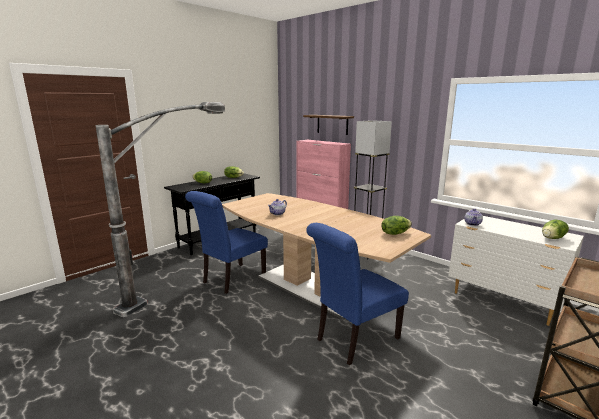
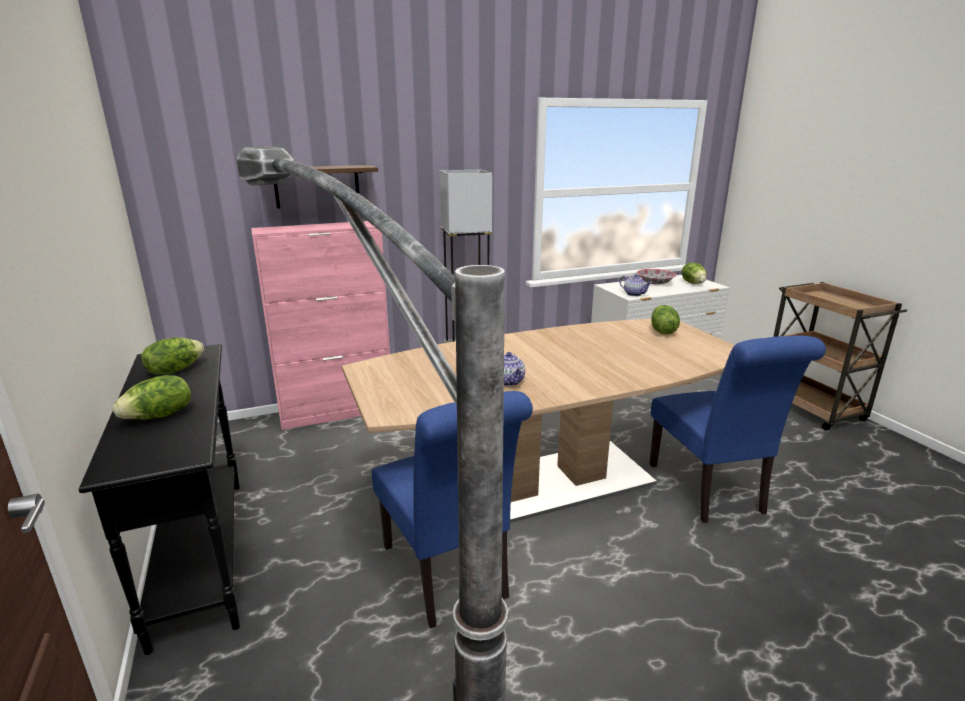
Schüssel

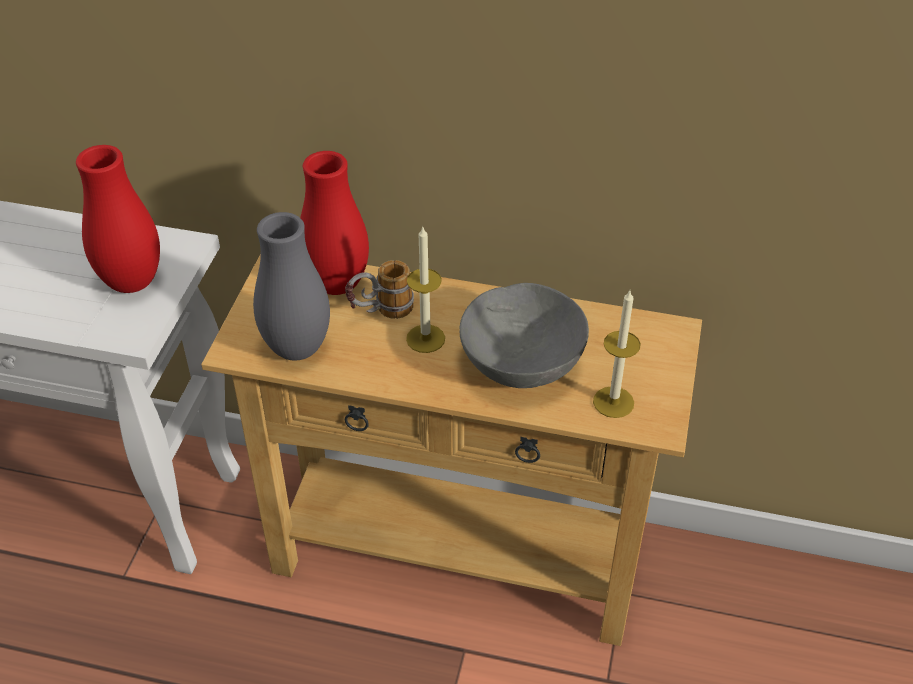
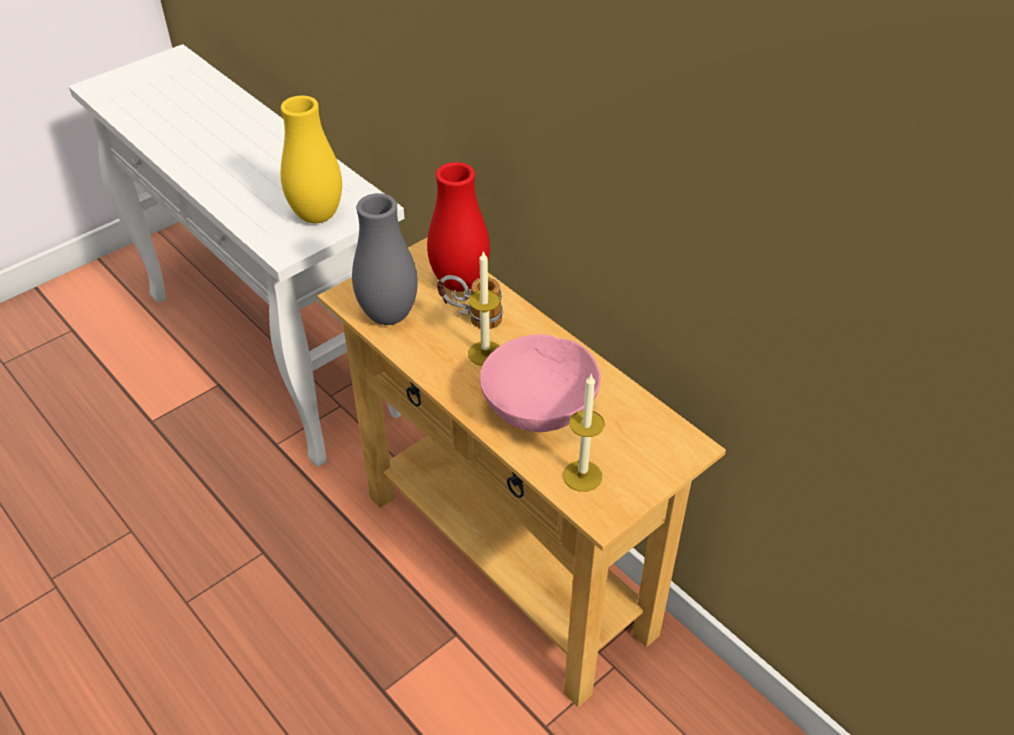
Vase [gelb]
Schüssel [rosa]

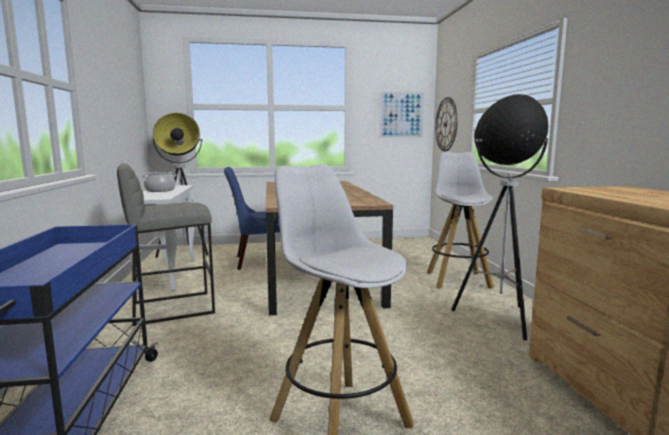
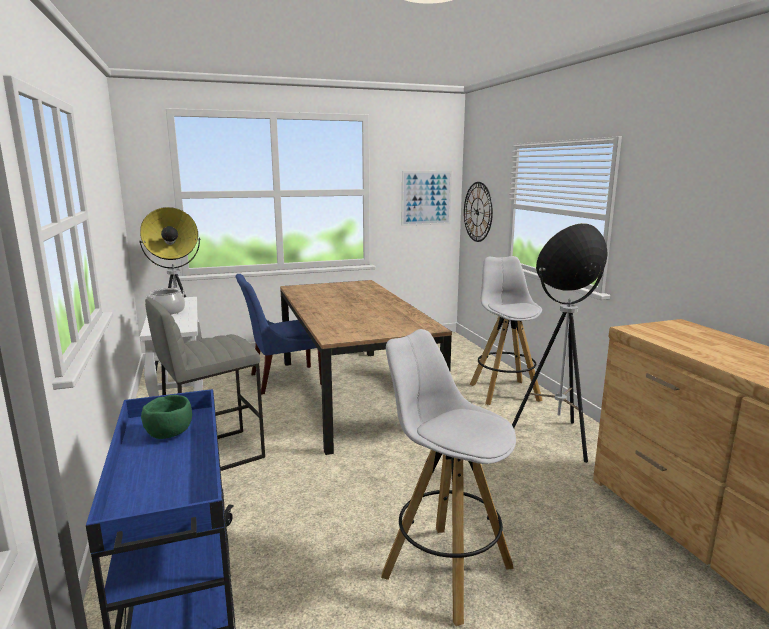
Schüssel [grün]

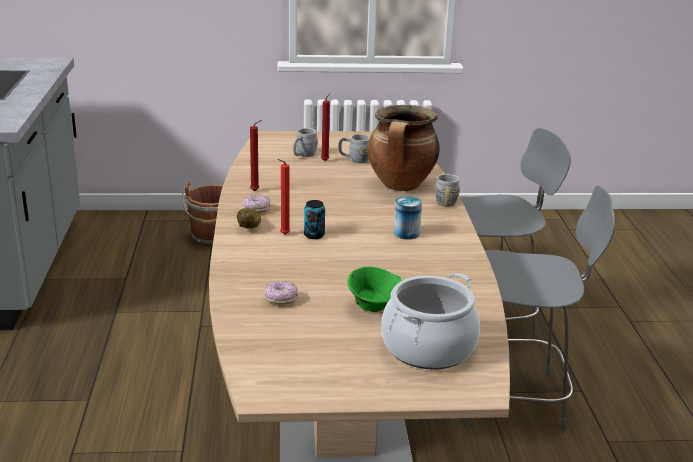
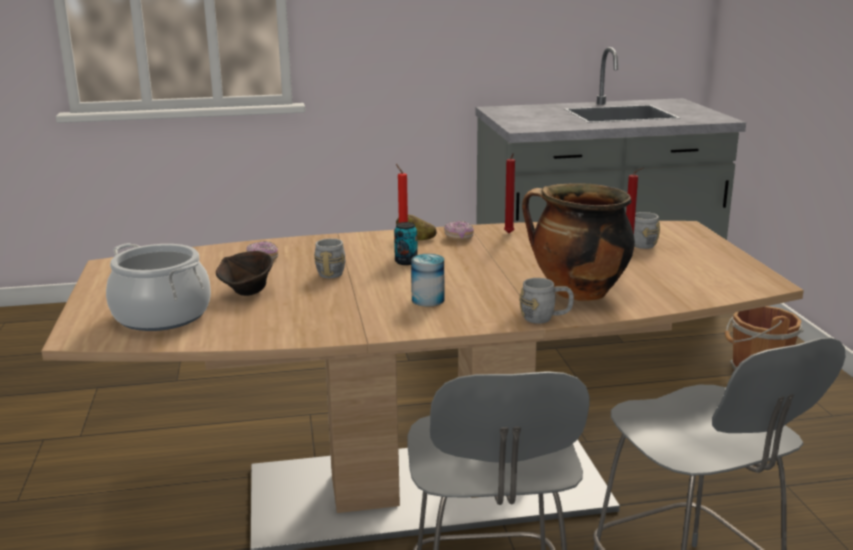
Schüssel [braun]
Henkelbecher [grau] (1st from left)

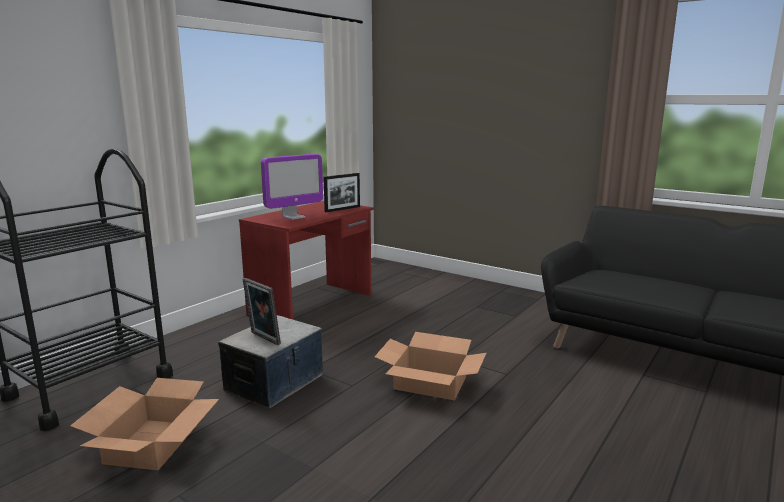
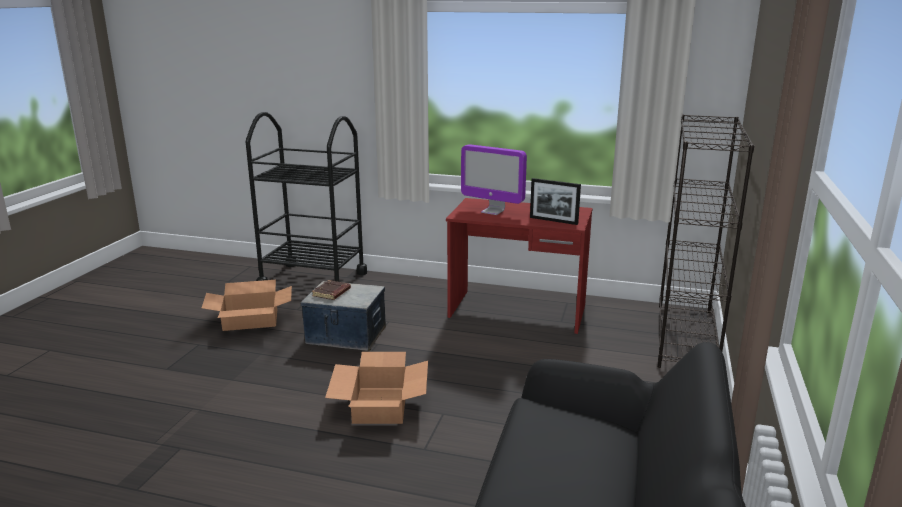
Buch [braun]
Bücherregal [schwarz]

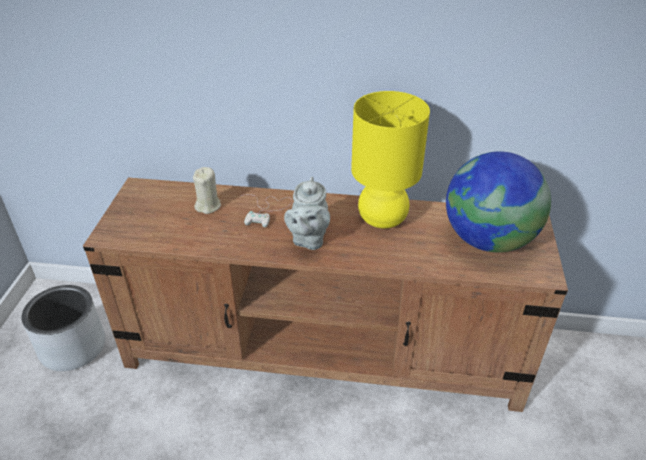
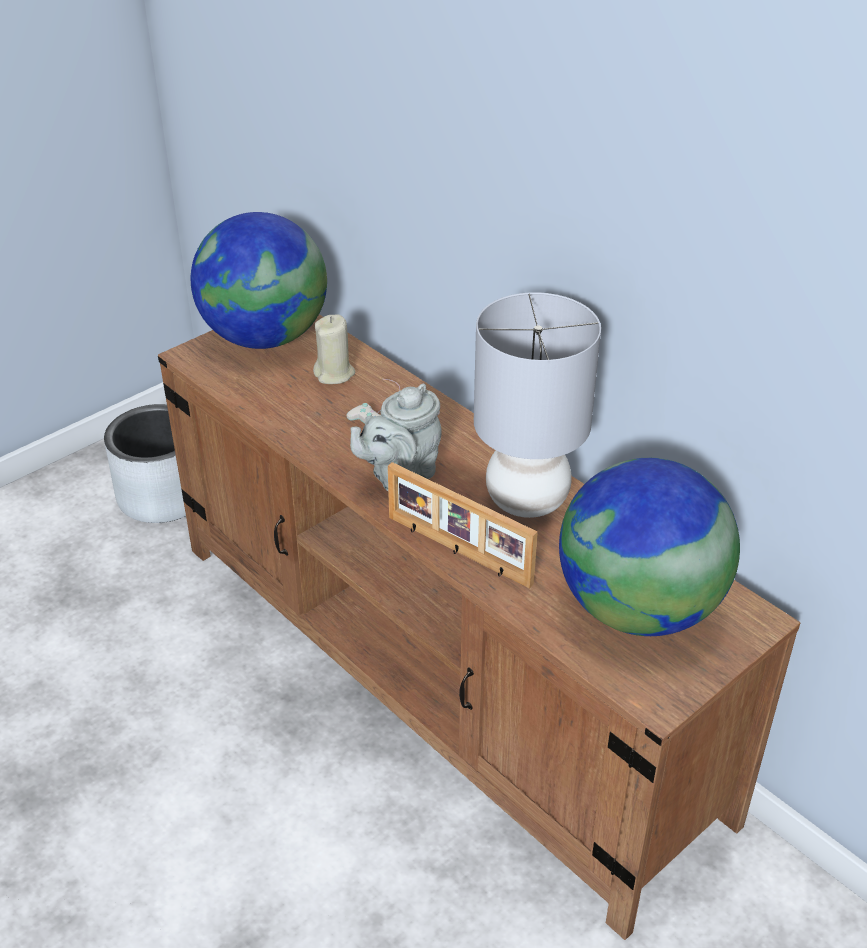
Globus (1st from left)
Bilderrahmen
Tischlampe [grau]

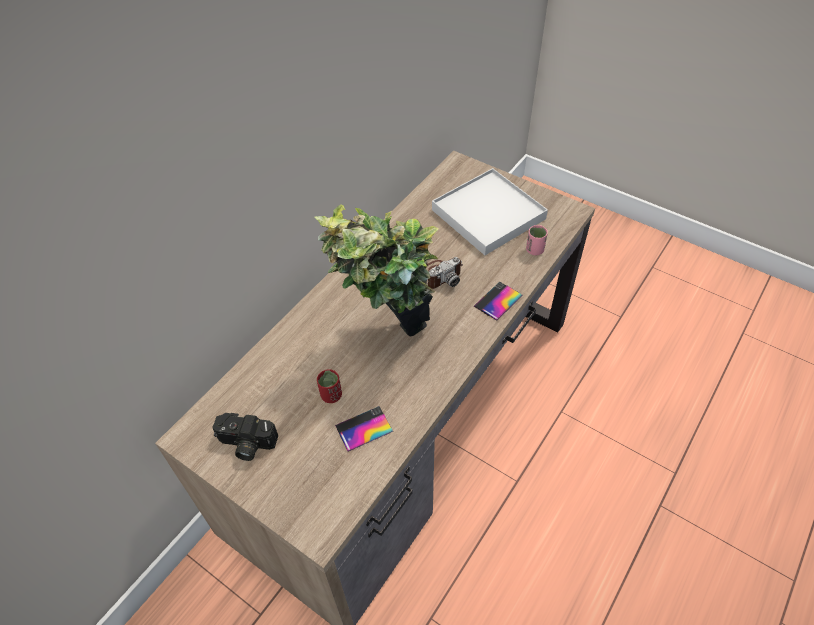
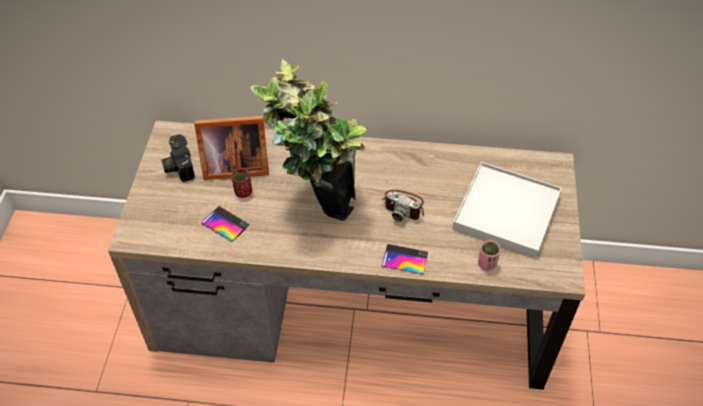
Bilderrahmen

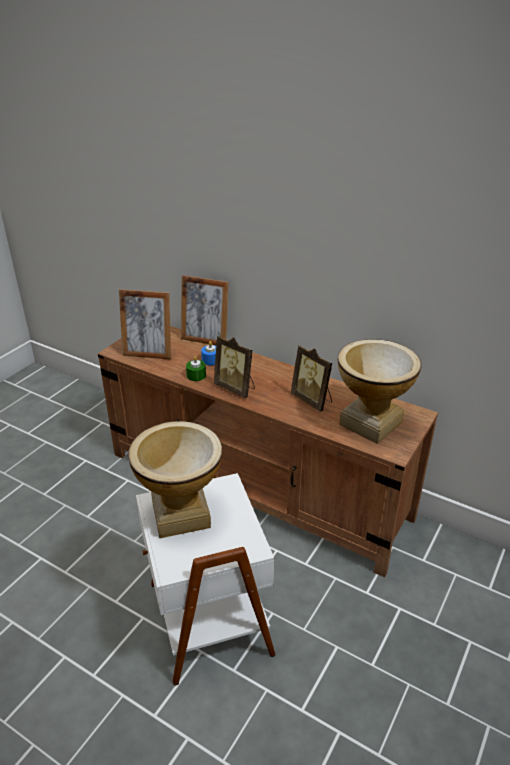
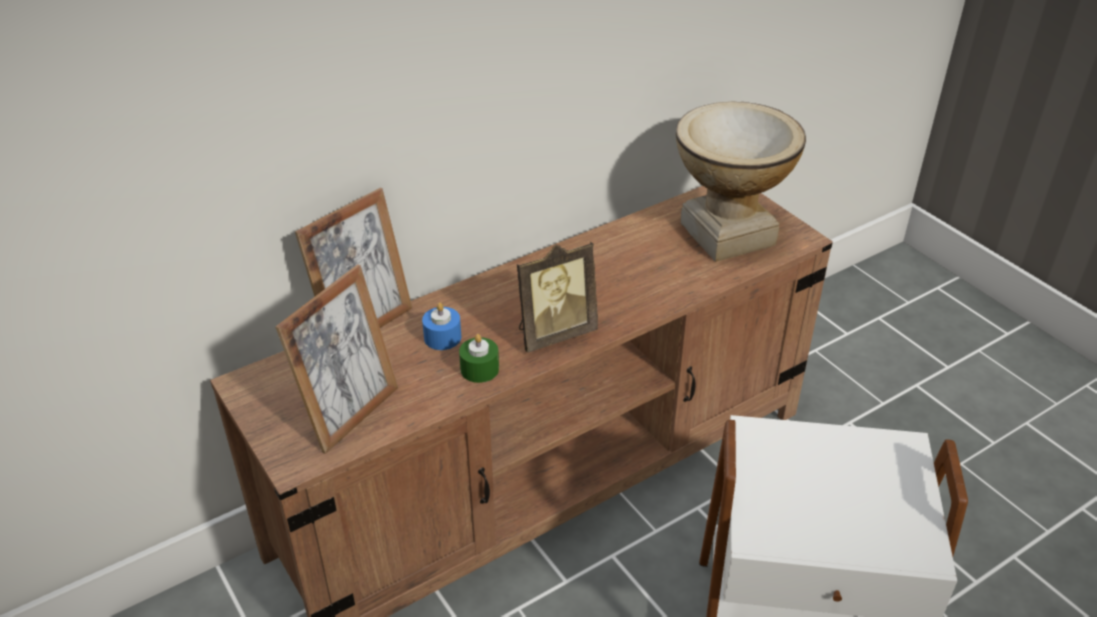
Vase (1st from left in the first image)
Bilderrahmen (4th from left in the first image)

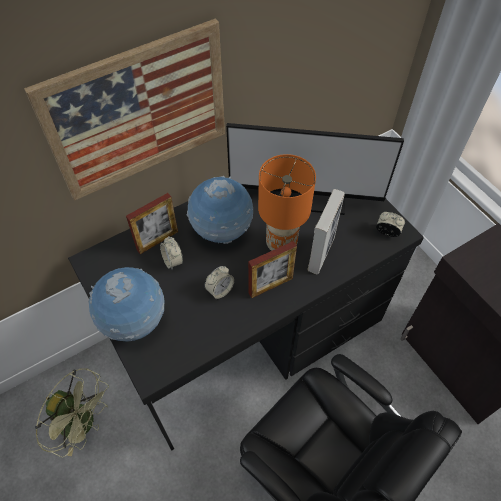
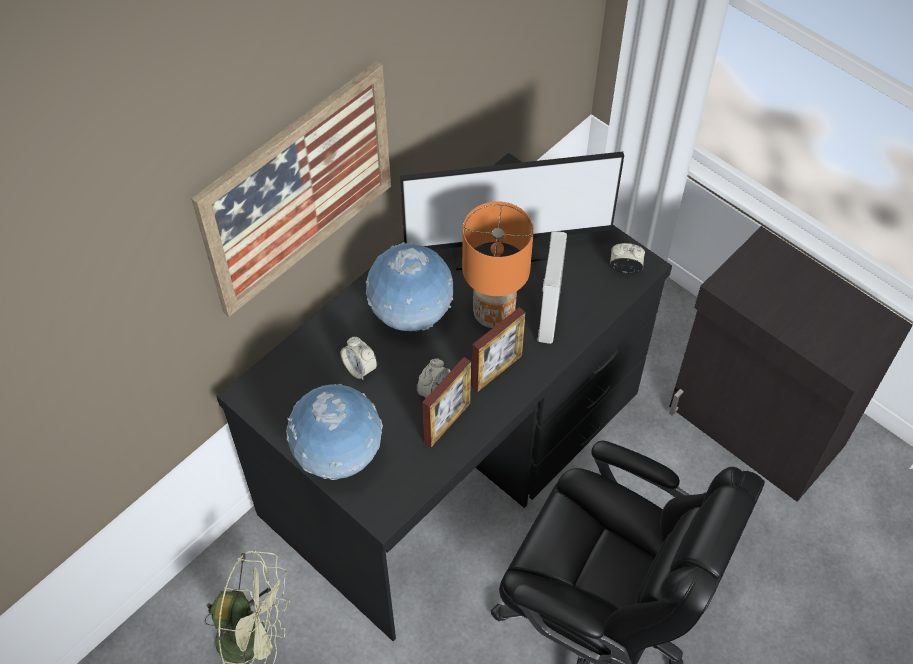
Bilderrahmen (1st from left)

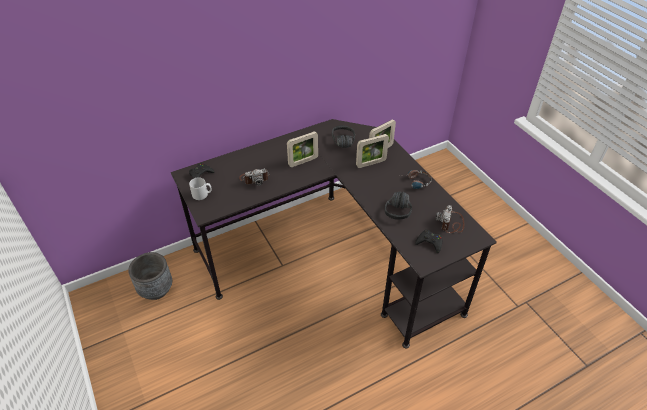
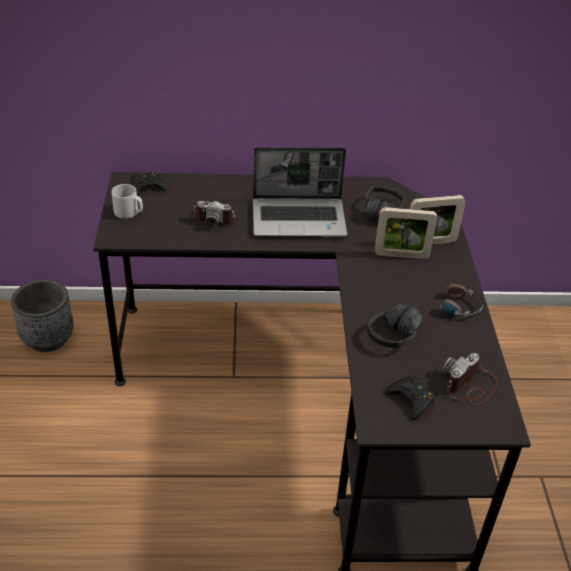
Laptop

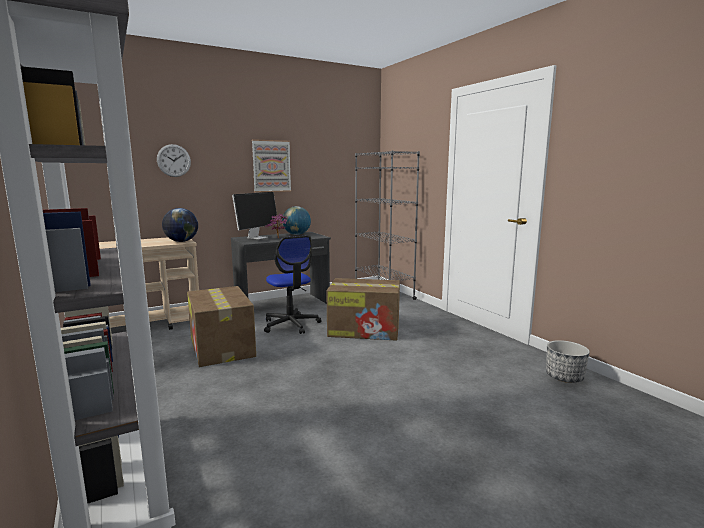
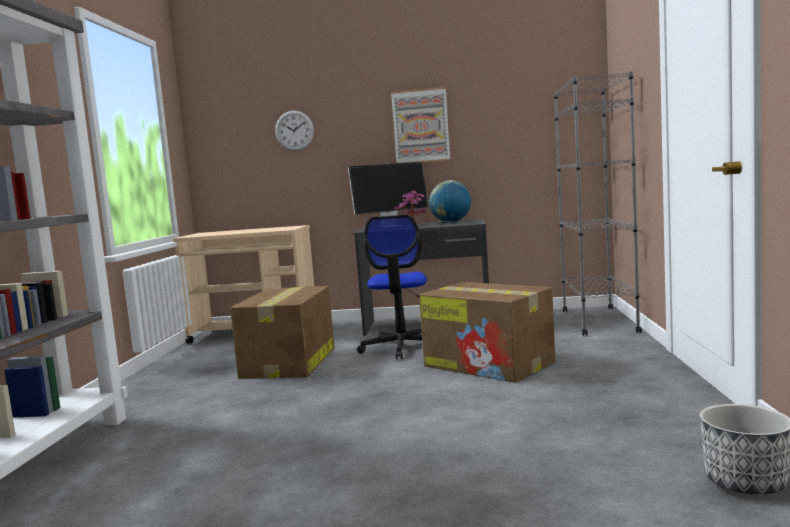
Globus (1st from left in the first image)

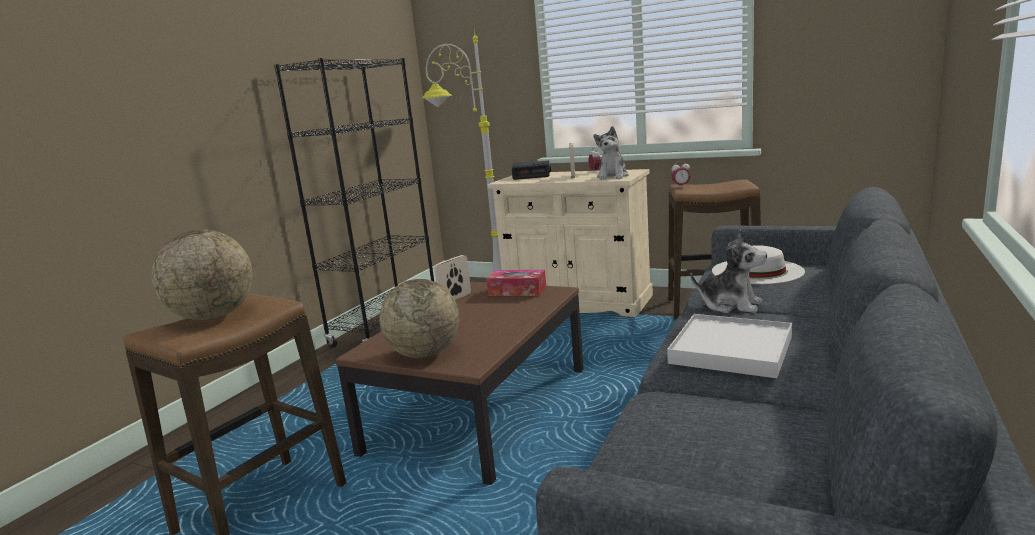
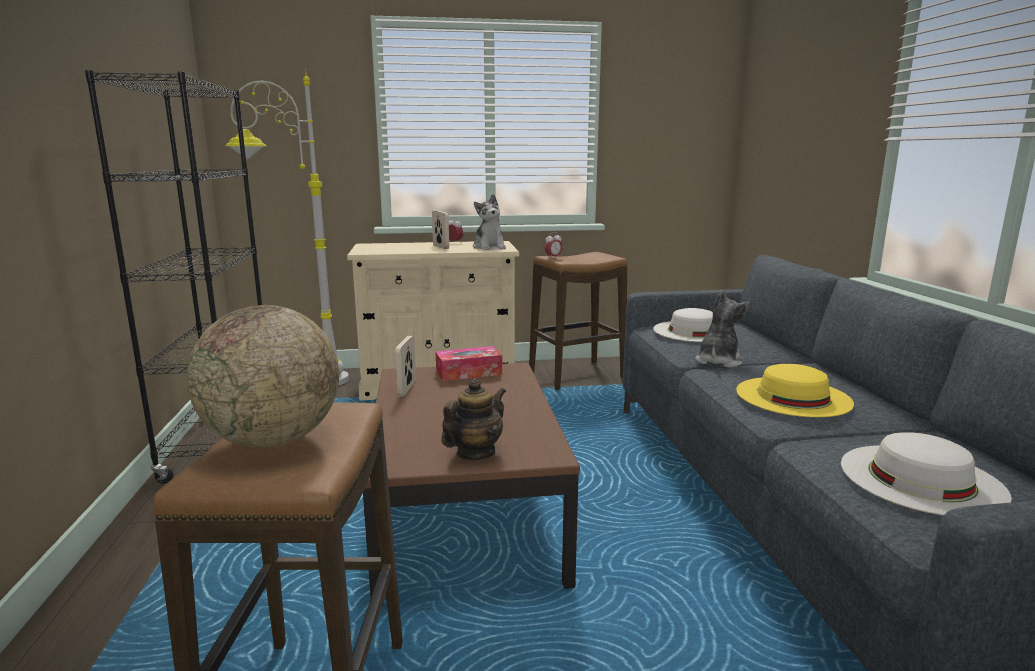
Teekanne
Plüschtier (2nd from left)
Hut [gelb]
Hut [weiß] (2nd from left)
Wecker (1st from left in the first image)

